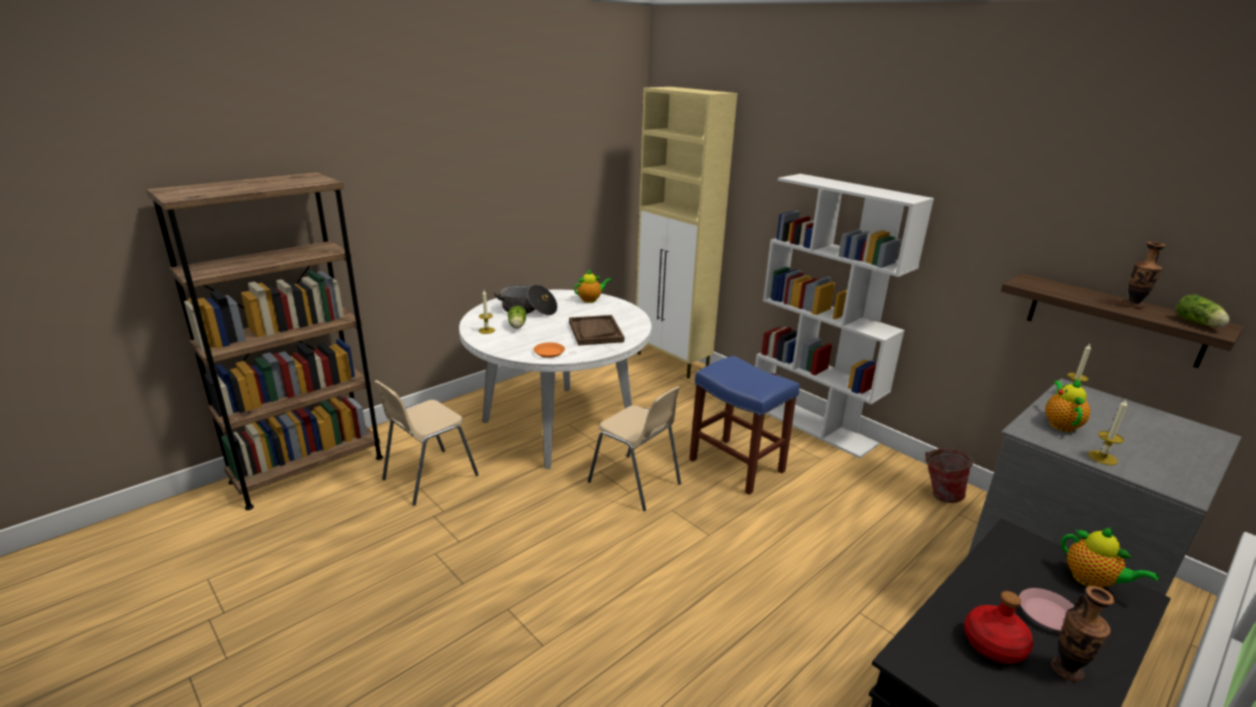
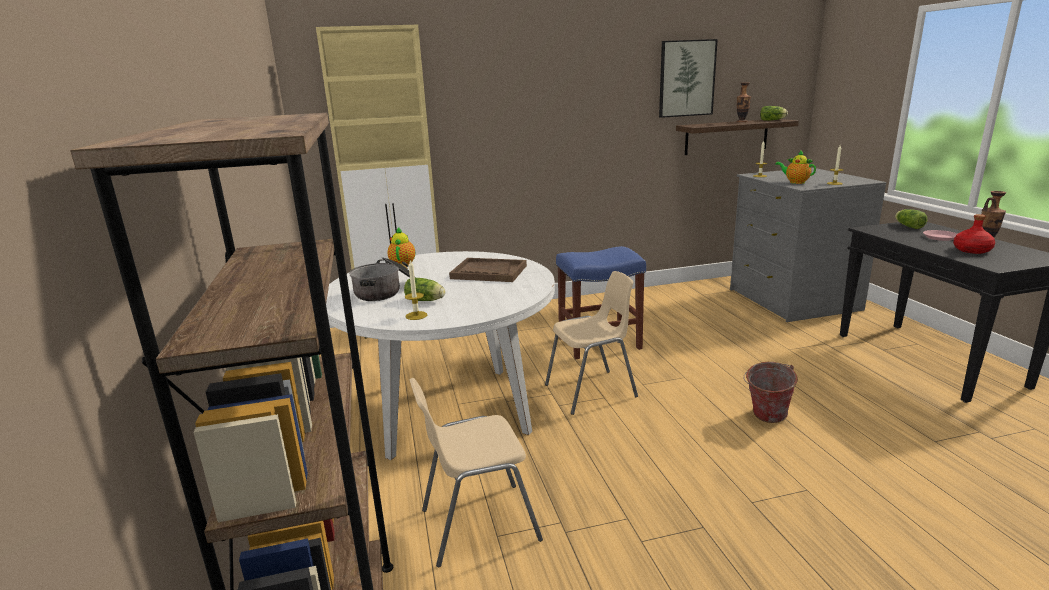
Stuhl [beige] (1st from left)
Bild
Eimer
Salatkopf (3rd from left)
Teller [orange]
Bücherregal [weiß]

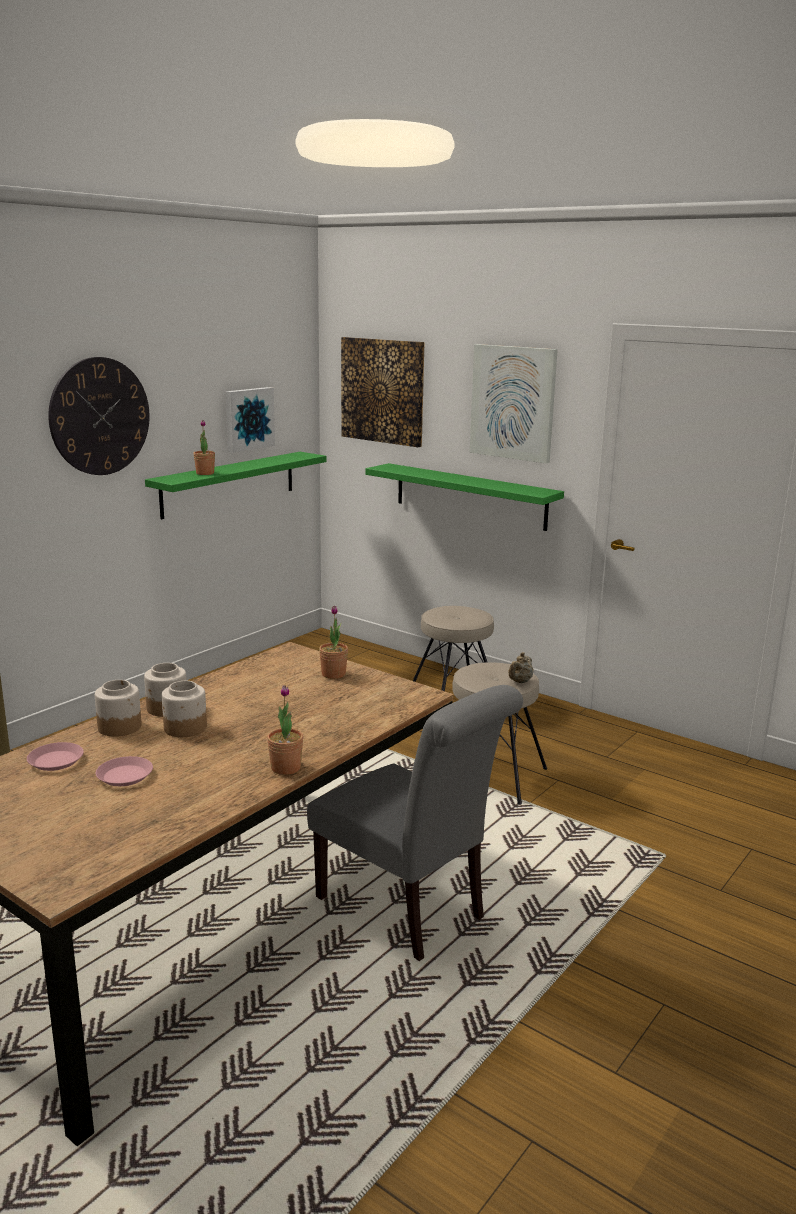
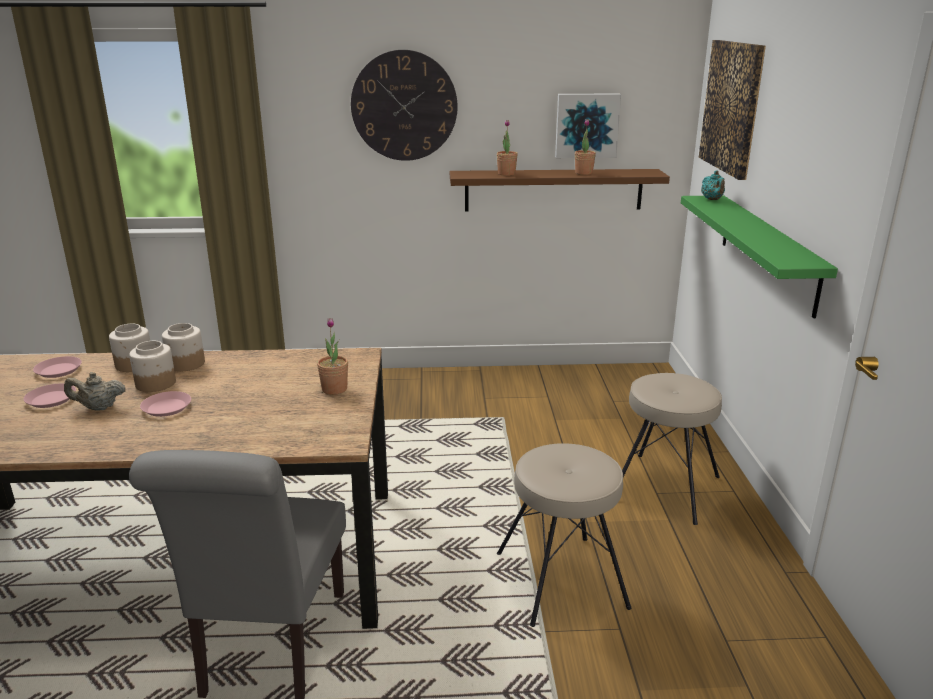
Teekanne [beige]
Teller [rosa] (3rd from left)
Wandregal [braun]
Topfpflanze (3rd from left)
Teekanne [türkis]
Bild (3rd from left in the first image)

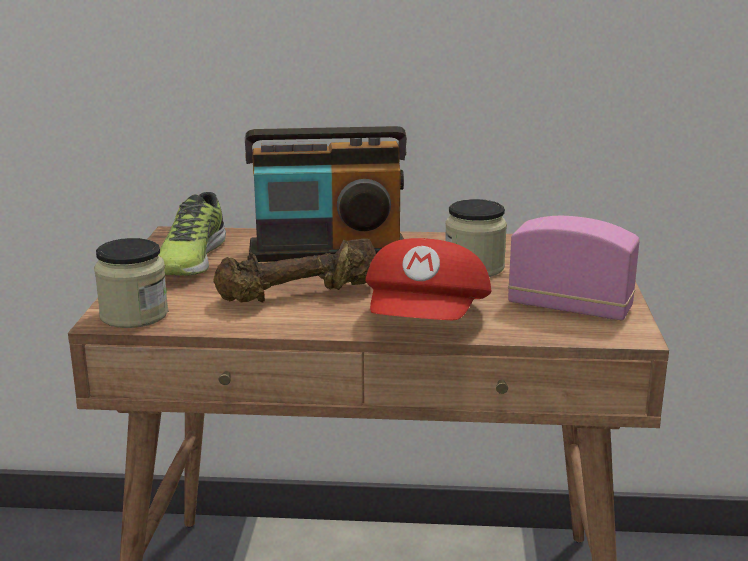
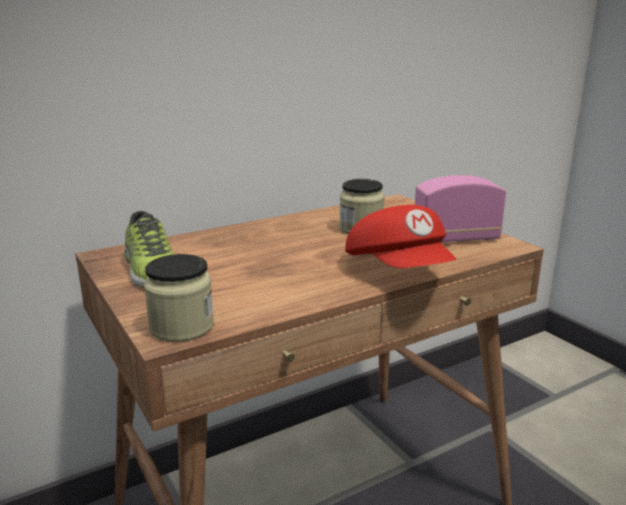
Hantel [braun]
Radio (1st from left in the first image)

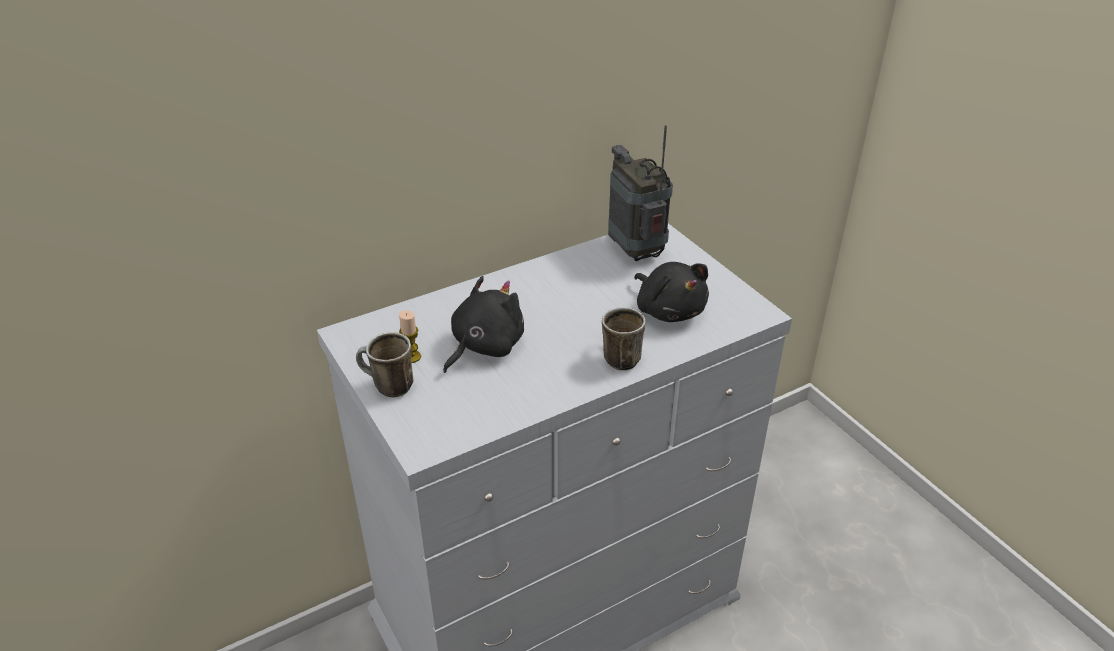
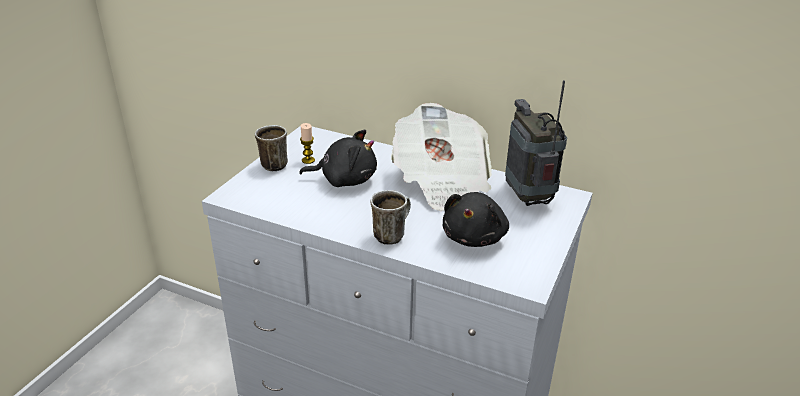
Zeitung
Radio

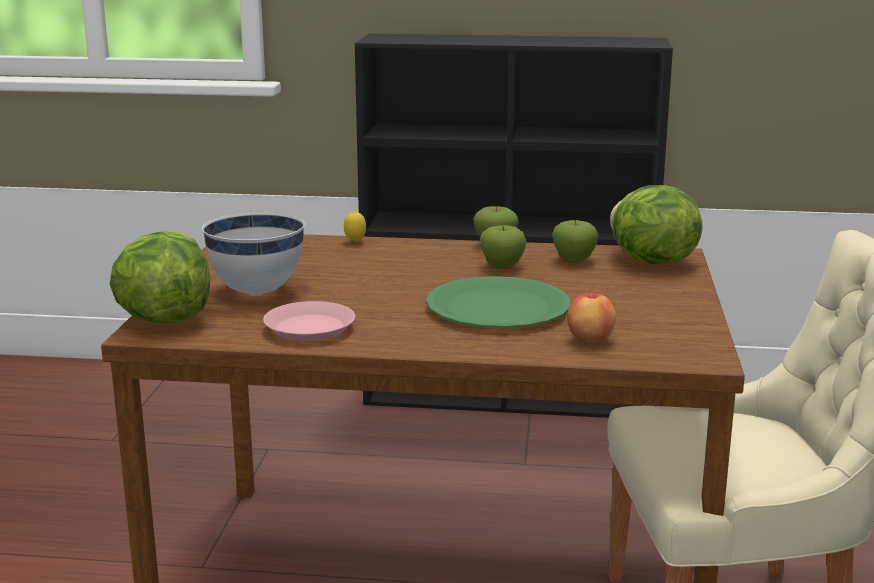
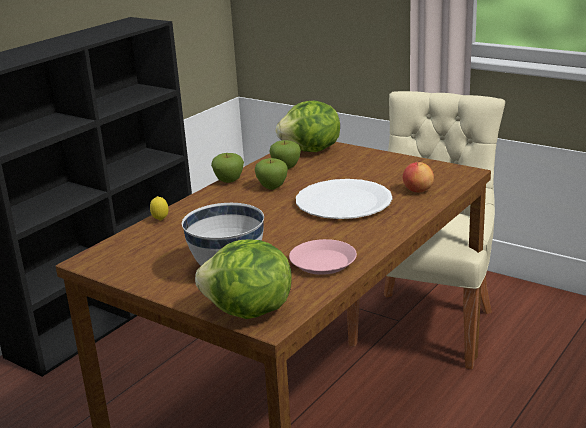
Teller [weiß]

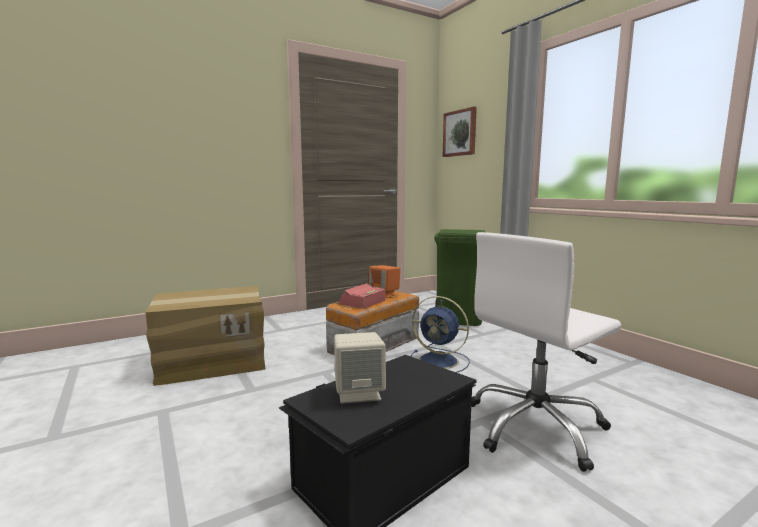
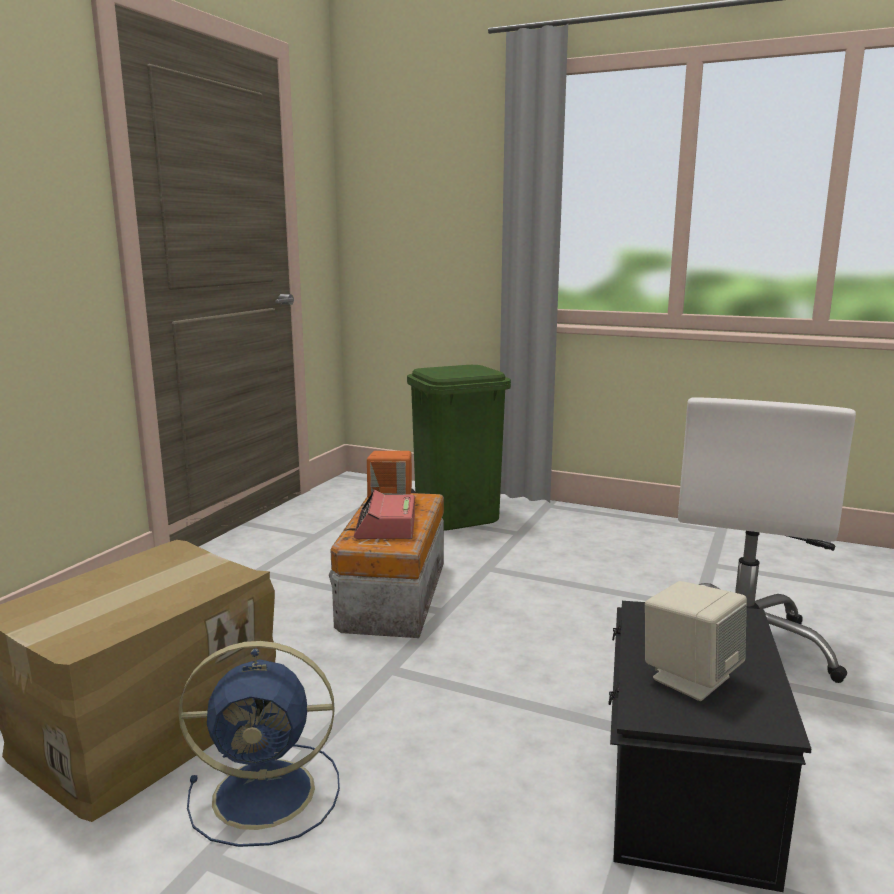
Ventilator [blau]
Bild

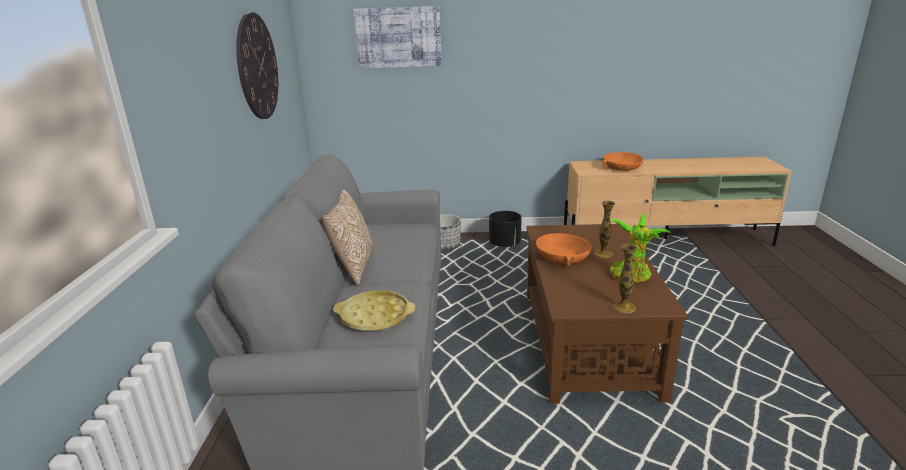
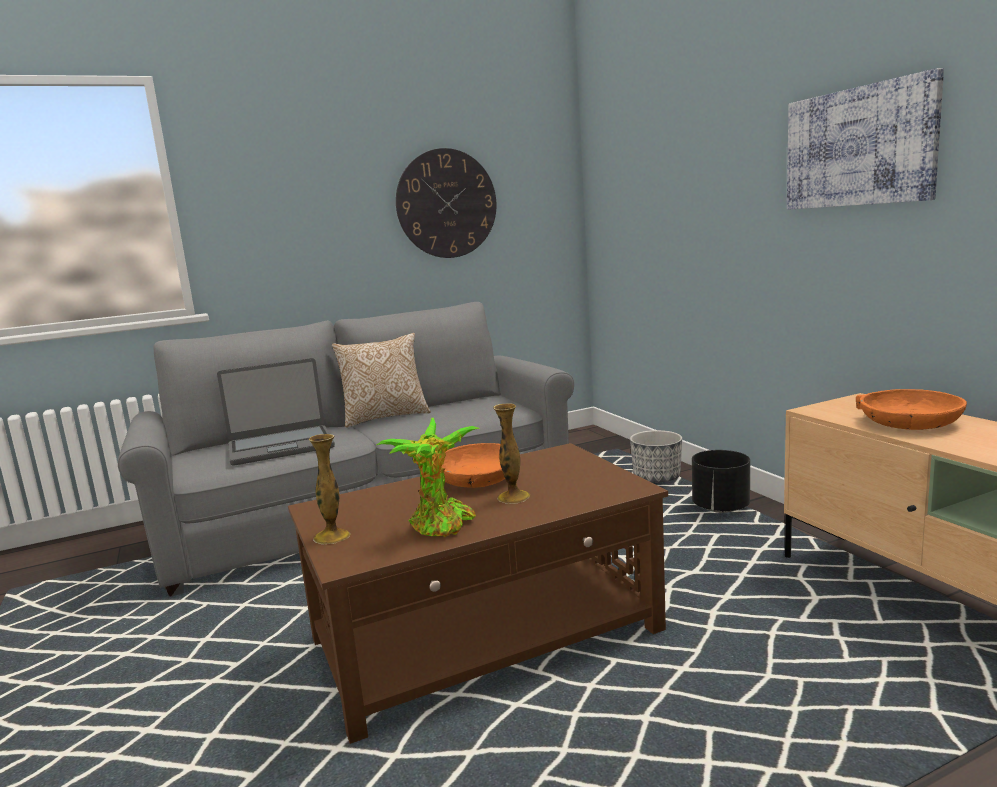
Laptop
Bild

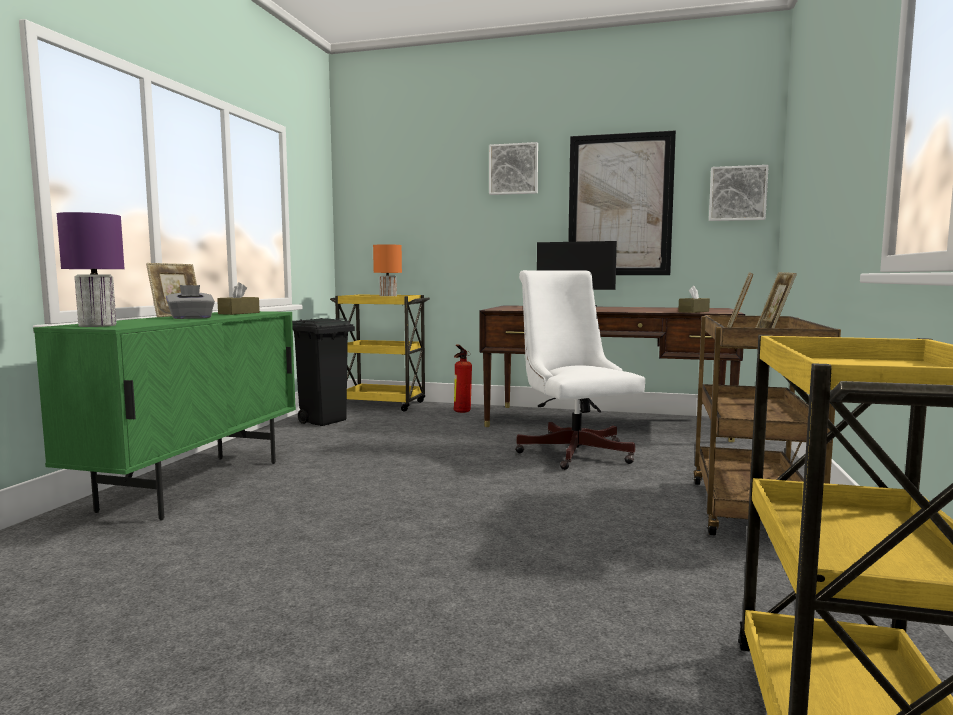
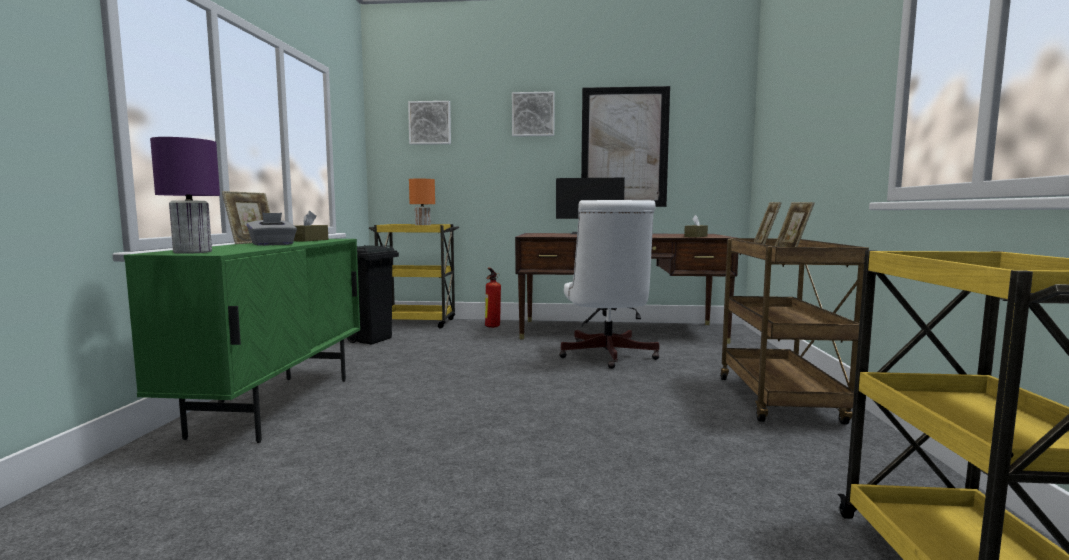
Bild (1st from left)
Bürostuhl [weiß]

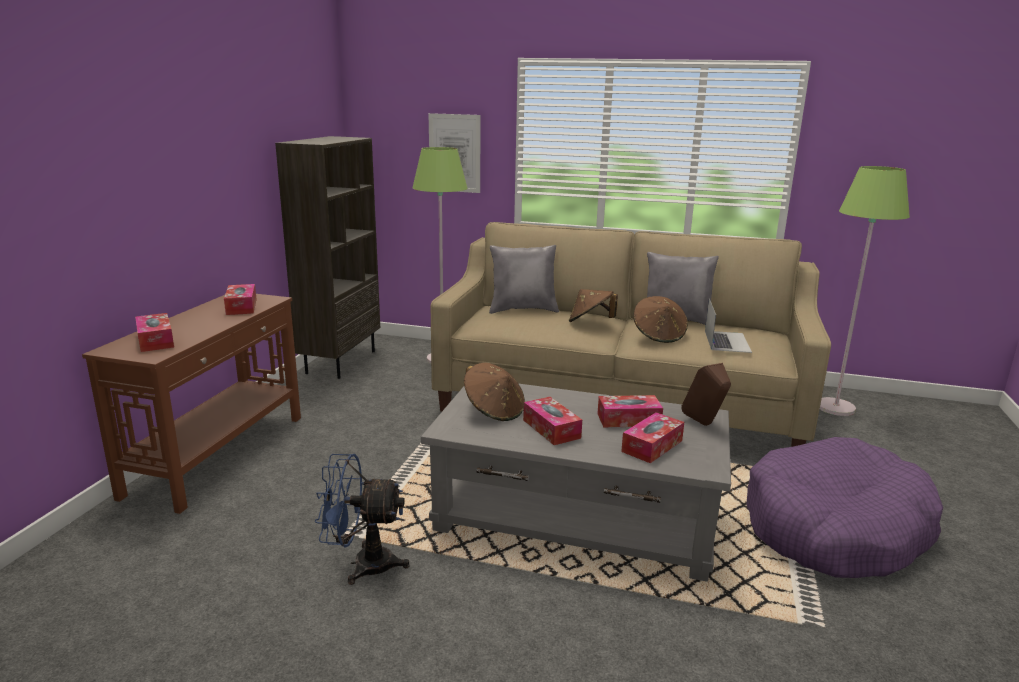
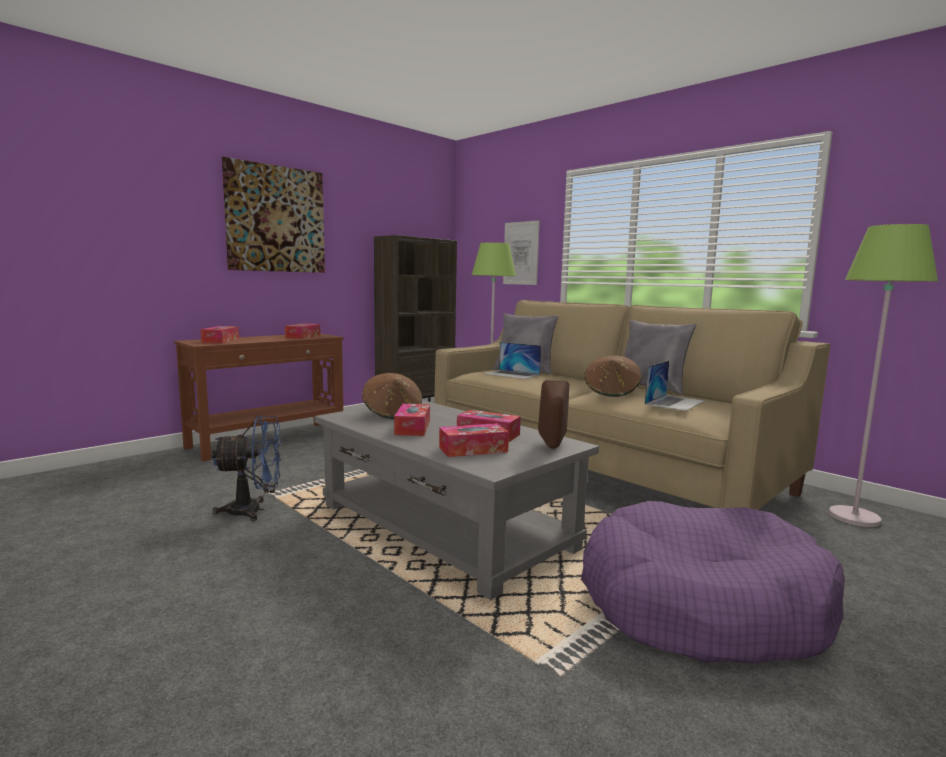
Ventilator [blau]
Bild (1st from left)
Laptop (1st from left)
Hut [braun] (2nd from left in the first image)

